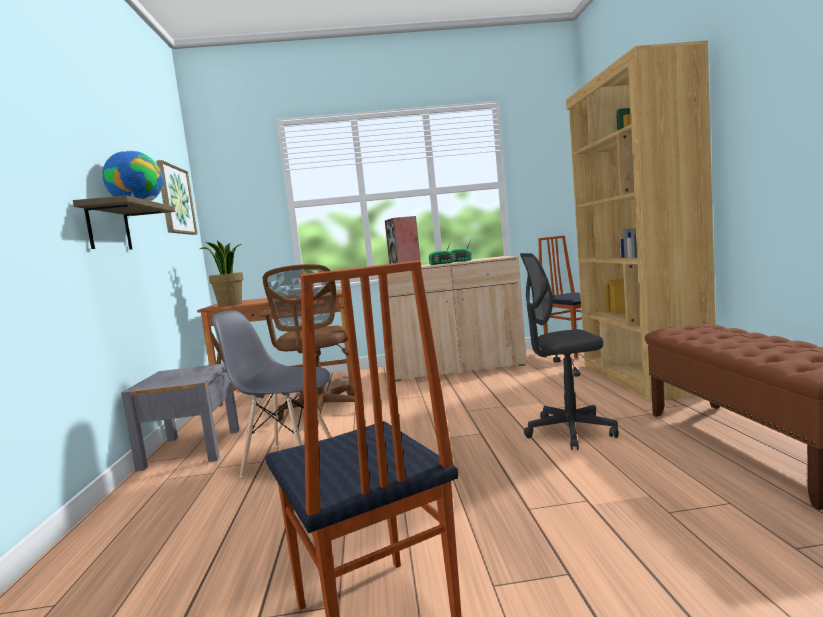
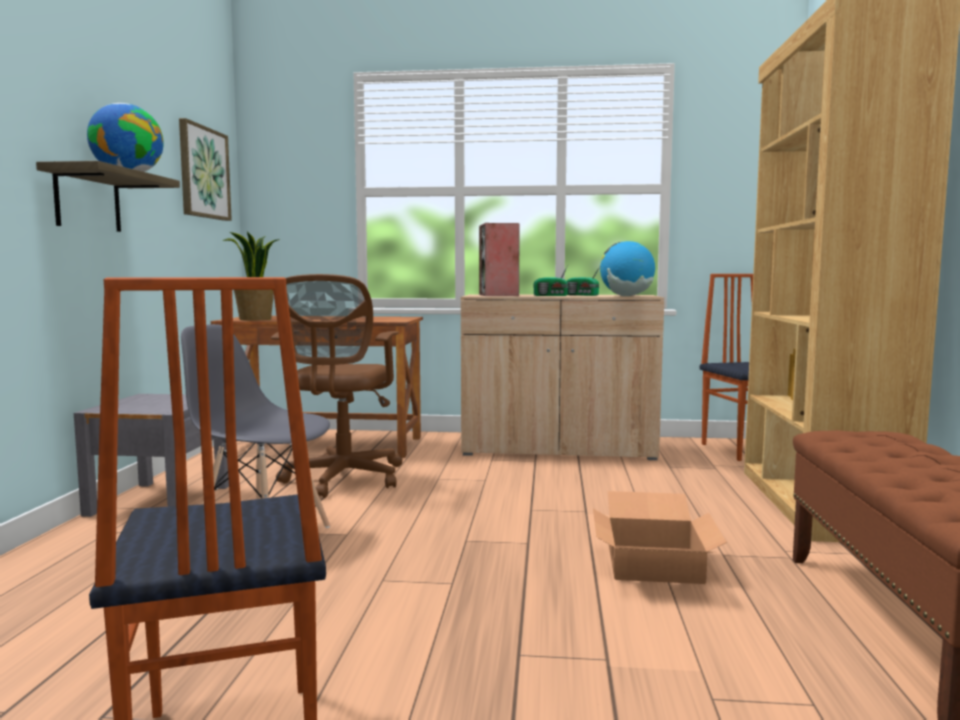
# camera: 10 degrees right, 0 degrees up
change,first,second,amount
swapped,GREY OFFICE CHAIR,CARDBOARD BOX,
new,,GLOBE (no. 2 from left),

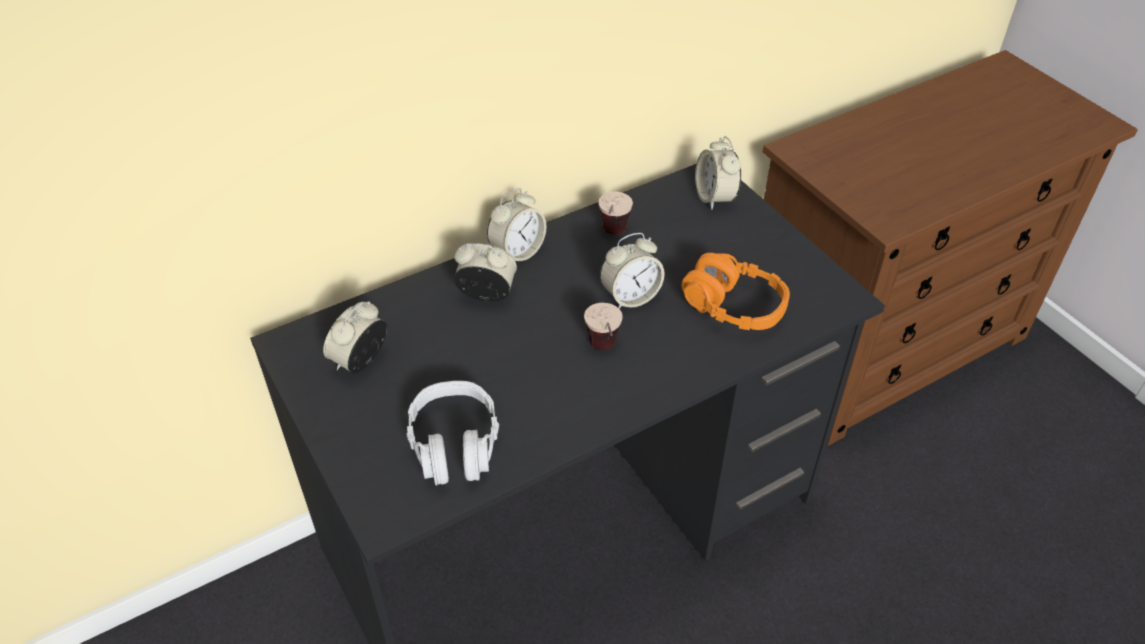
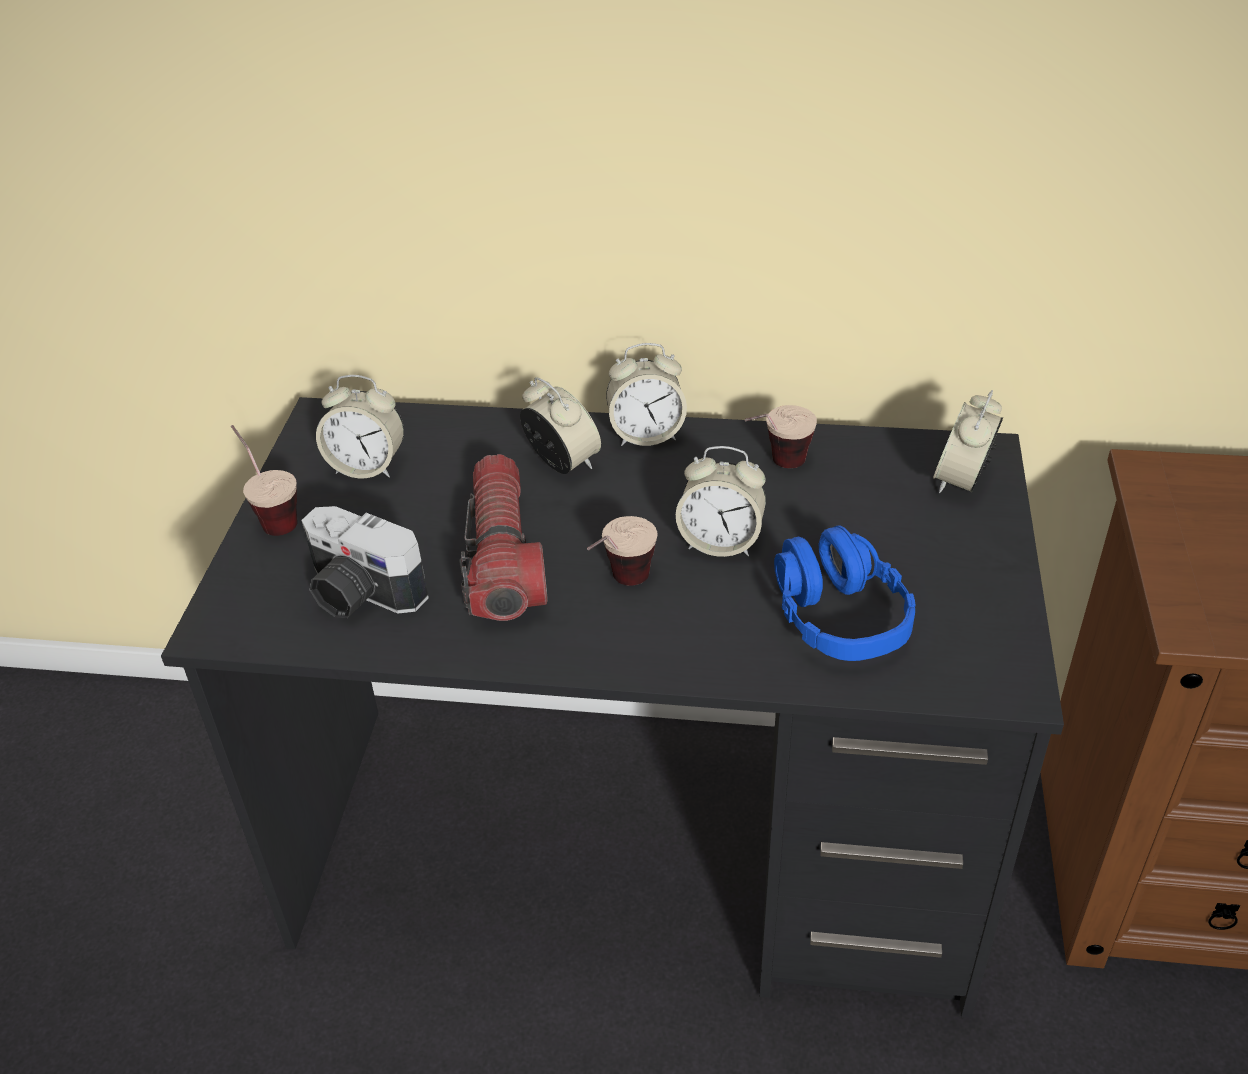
# camera: 40 degrees right, 5 degrees down
change,first,second,amount
new,,CUP (no. 1 from left),
swapped,GREY HEADPHONES,PHOTO CAMERA,
rotated,ALARM CLOCK (no. 1 from left),,150 degrees counterclockwise
new,,FLASHLIGHT,
repainted,ORANGE HEADPHONES,BLUE HEADPHONES,

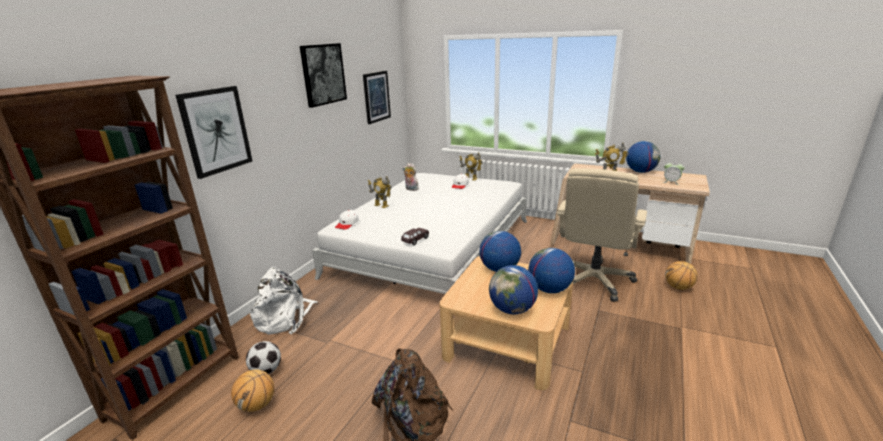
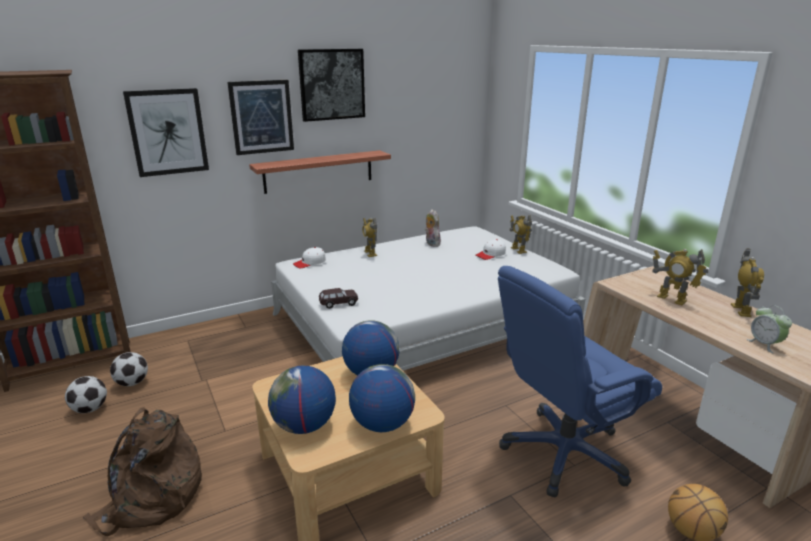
# camera: 35 degrees right, 0 degrees up
change,first,second,amount
swapped,BASKETBALL (no. 1 from left),FOOTBALL (no. 1 from left),
shifted,PICTURE (no. 3 from left in the first image),PICTURE (no. 2 from left),
new,,SHELF,
repainted,BEIGE OFFICE CHAIR,BLUE OFFICE CHAIR,
swapped,GLOBE (no. 4 from left),TOY ROBOT (no. 4 from left),
gone,WHITE BACKPACK,,

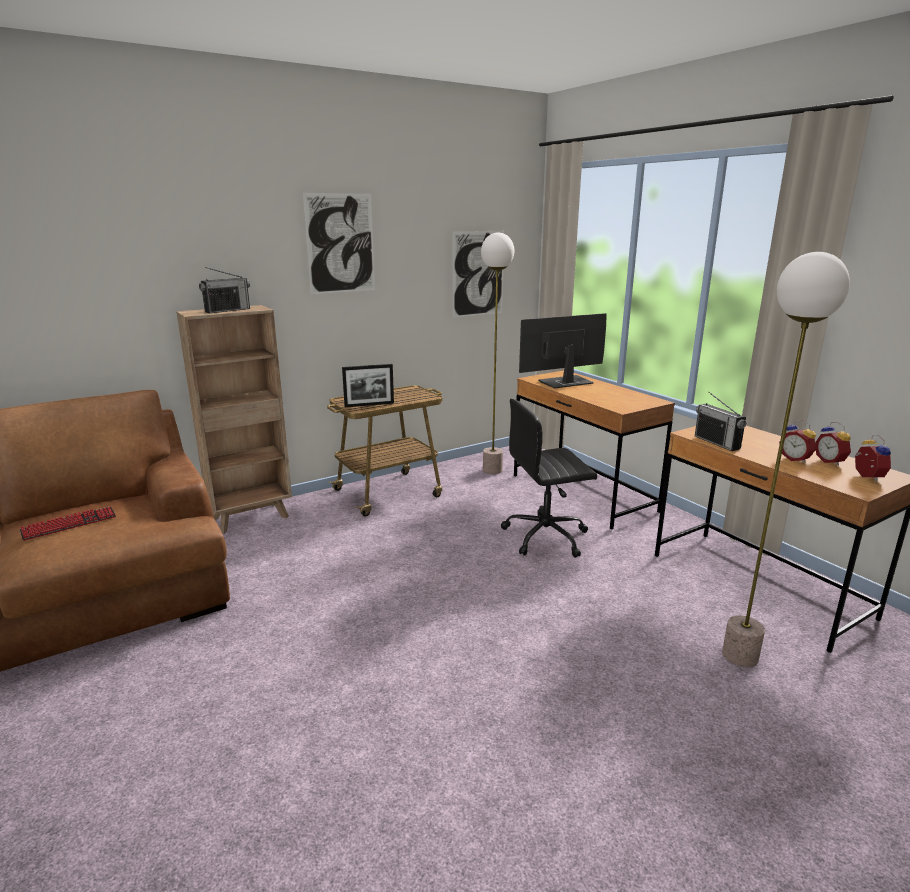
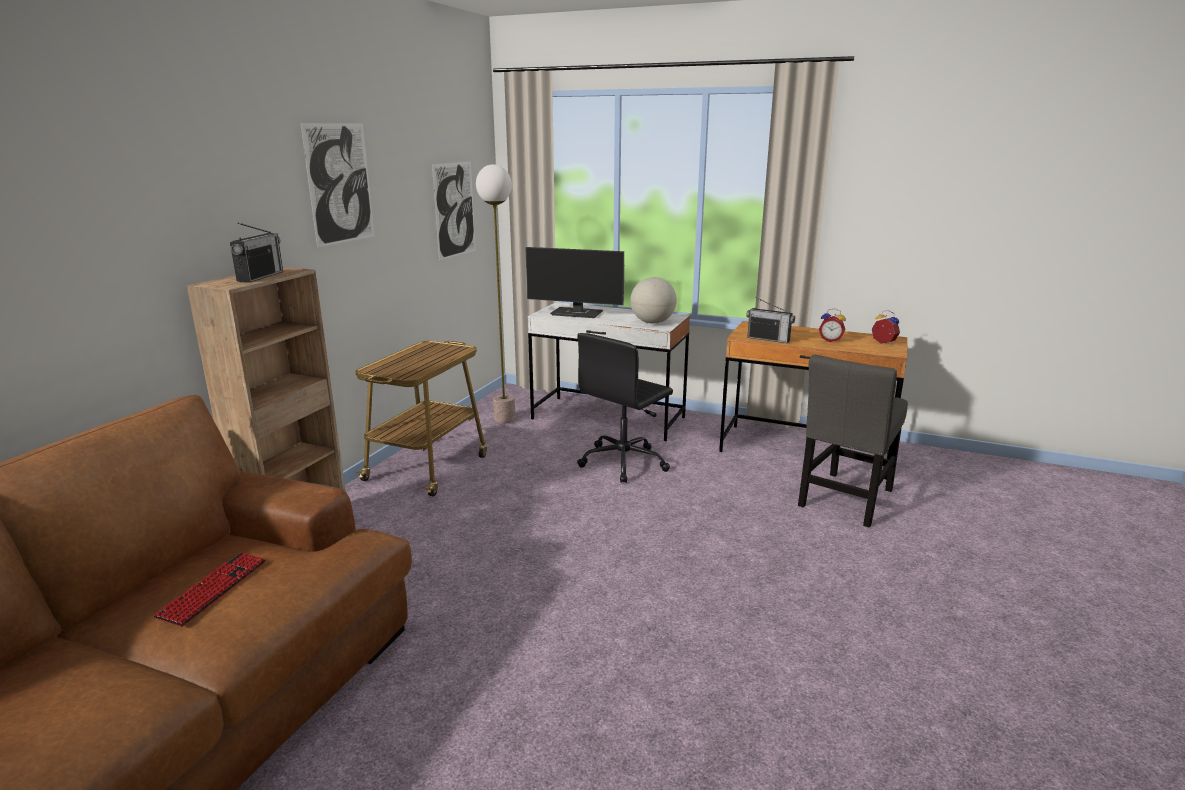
# camera: 35 degrees left, 0 degrees up
change,first,second,amount
rotated,MONITOR,,105 degrees counterclockwise
repainted,BROWN DESK (no. 1 from left),WHITE DESK,
new,,GLOBE,
swapped,FLOOR LAMP (no. 2 from left),GREY CHAIR,
gone,PICTURE FRAME,,
gone,ALARM CLOCK (no. 2 from left),,

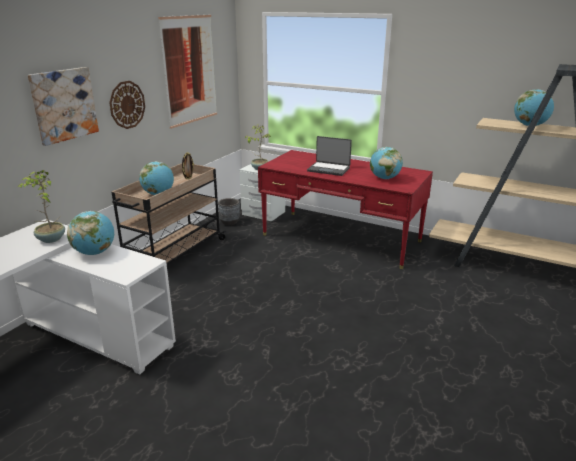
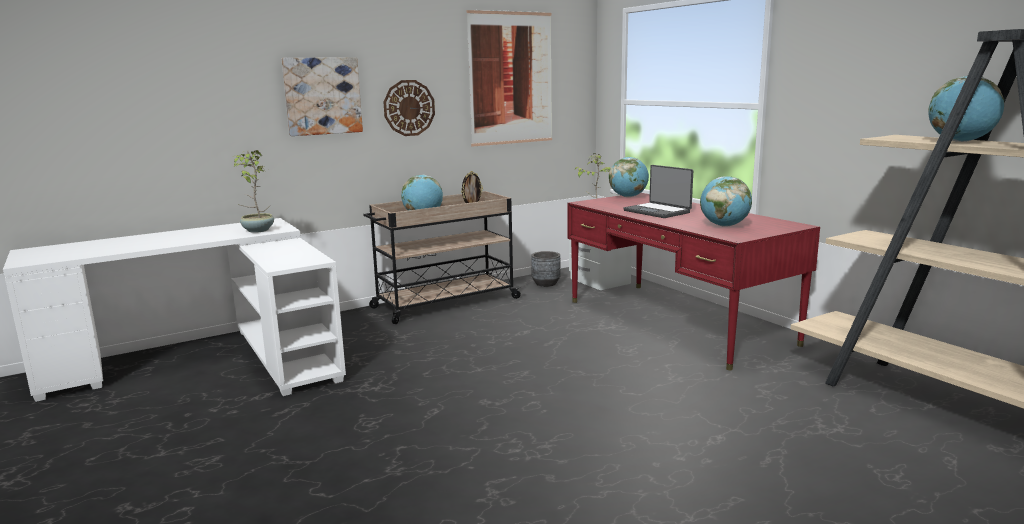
# camera: 30 degrees right, 10 degrees down
change,first,second,amount
shifted,GLOBE (no. 1 from left in the first image),GLOBE (no. 2 from left),

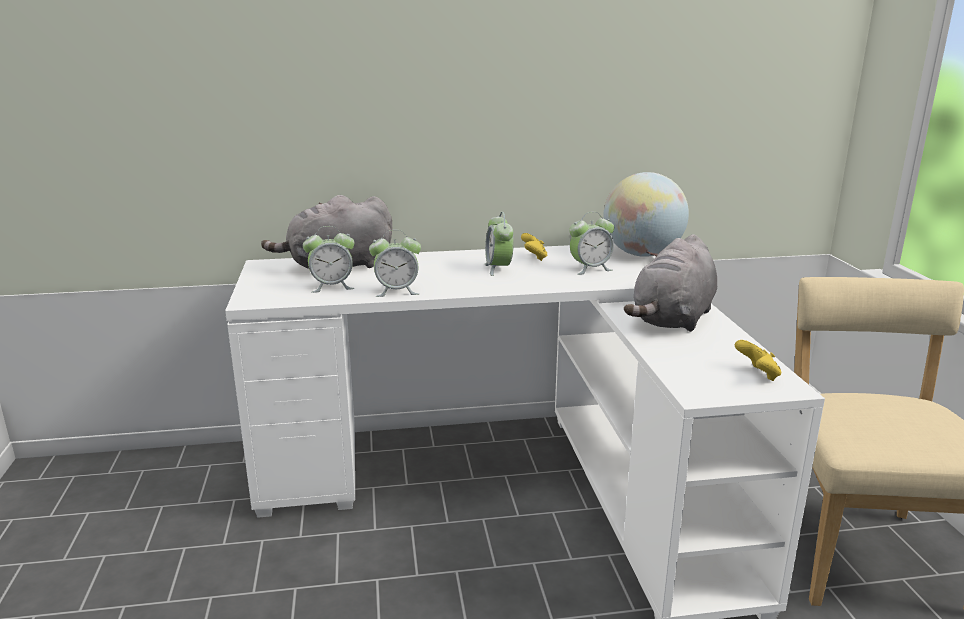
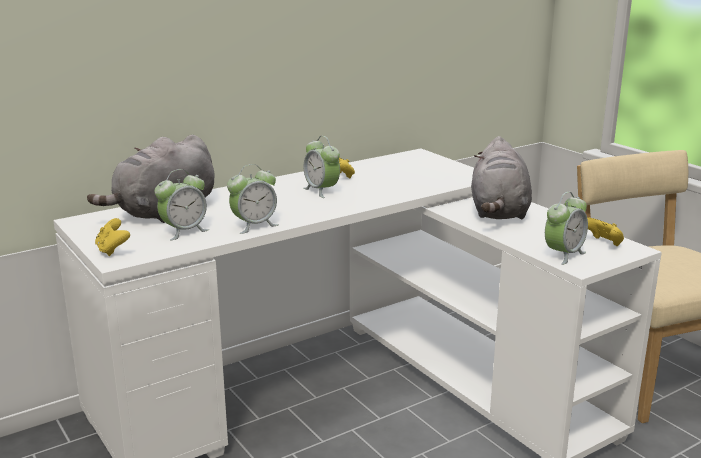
# camera: 25 degrees left, 0 degrees up
change,first,second,amount
new,,YELLOW GAME CONTROLLER (no. 1 from left),
shifted,ALARM CLOCK (no. 4 from left),,
gone,GLOBE,,

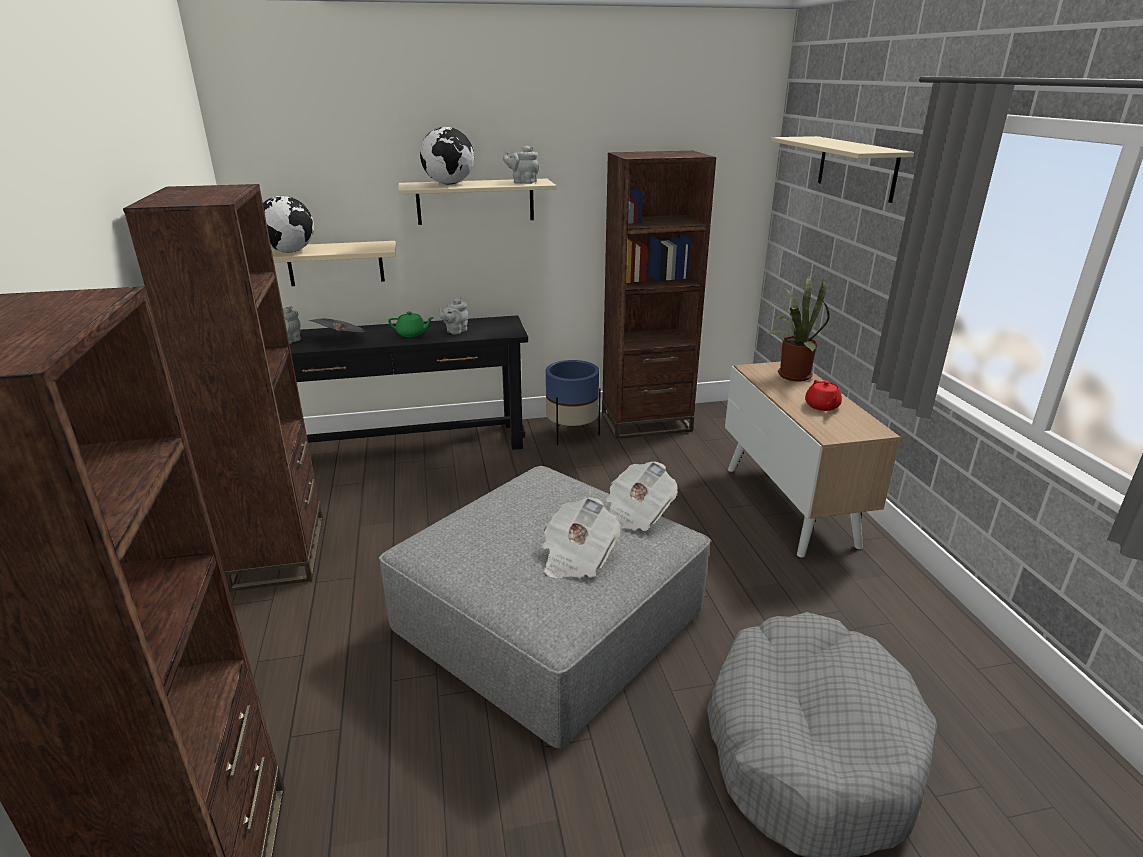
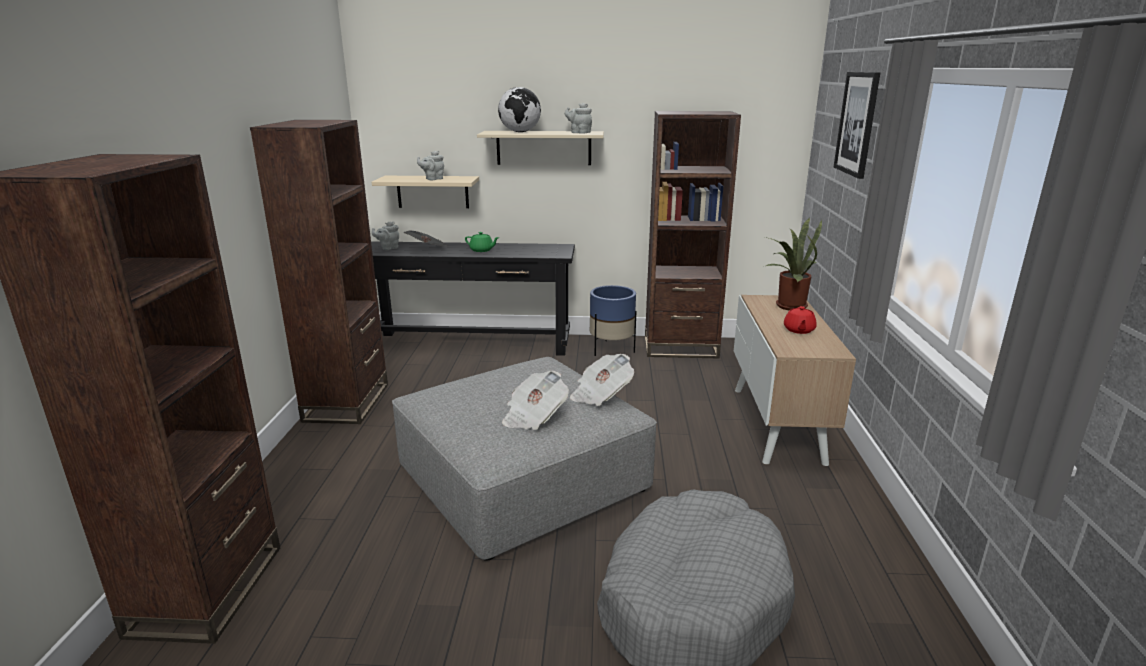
# camera: 15 degrees right, 5 degrees down
change,first,second,amount
shifted,GREY TEAPOT (no. 2 from left),,
swapped,BEIGE SHELF (no. 3 from left),PICTURE,
gone,GLOBE (no. 1 from left),,

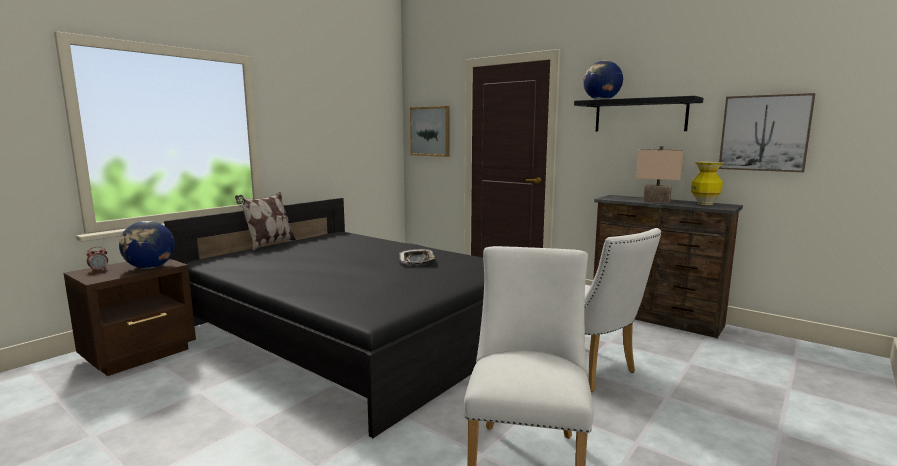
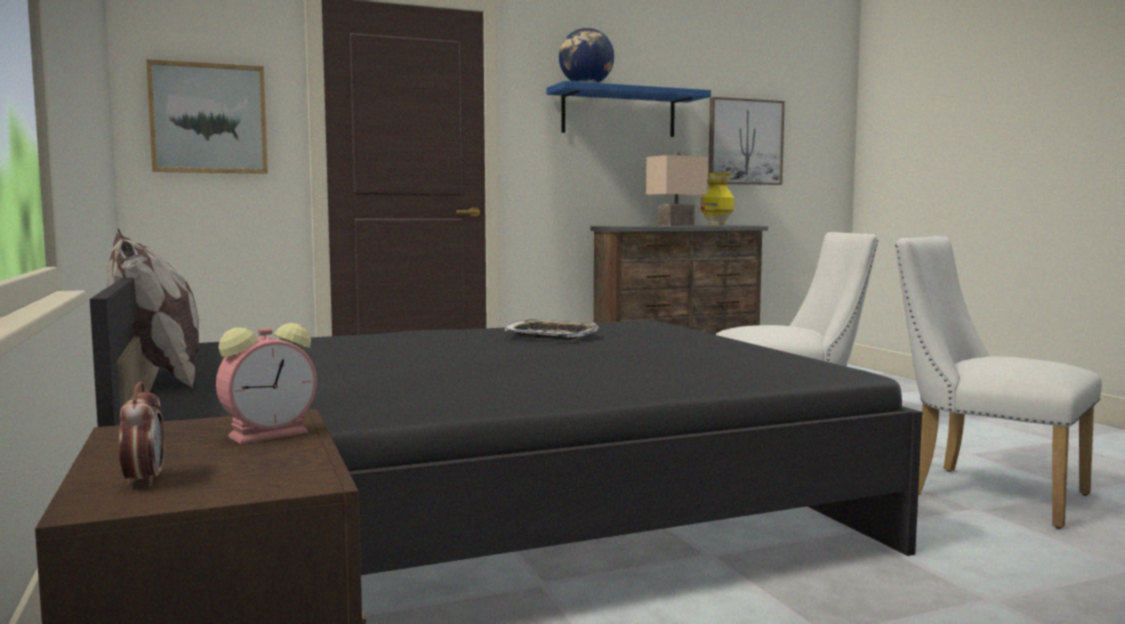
# camera: 60 degrees left, 5 degrees down
change,first,second,amount
swapped,GLOBE (no. 1 from left),ALARM CLOCK (no. 2 from left),
repainted,BLACK SHELF,BLUE SHELF,

